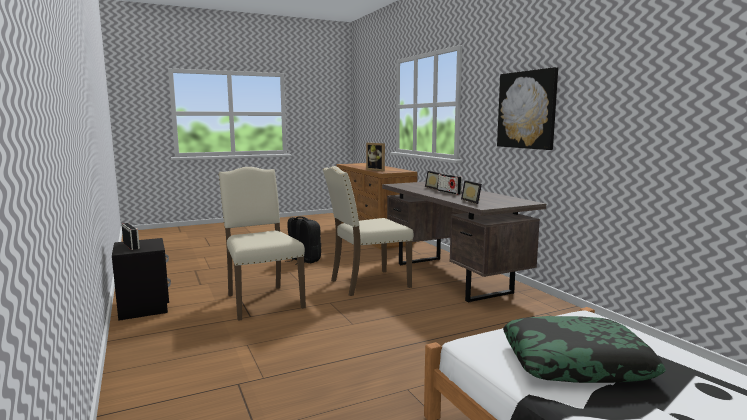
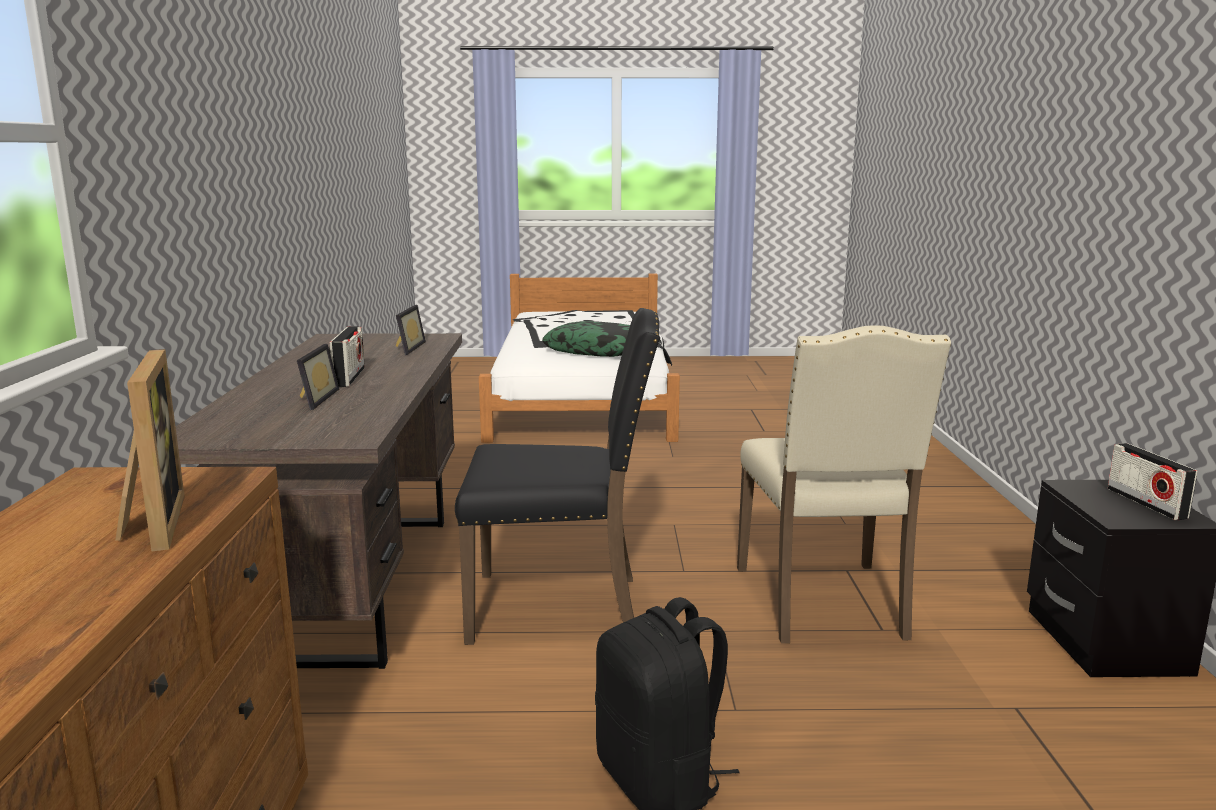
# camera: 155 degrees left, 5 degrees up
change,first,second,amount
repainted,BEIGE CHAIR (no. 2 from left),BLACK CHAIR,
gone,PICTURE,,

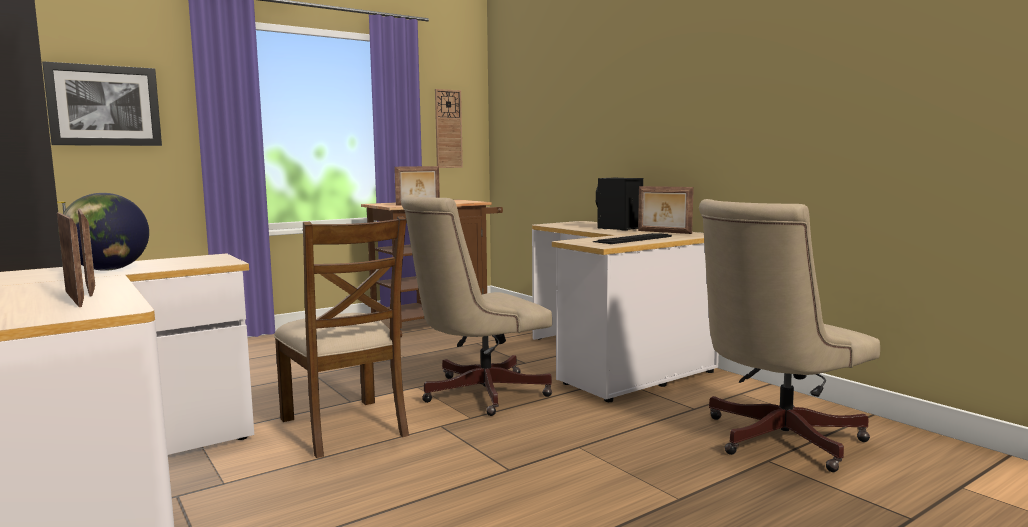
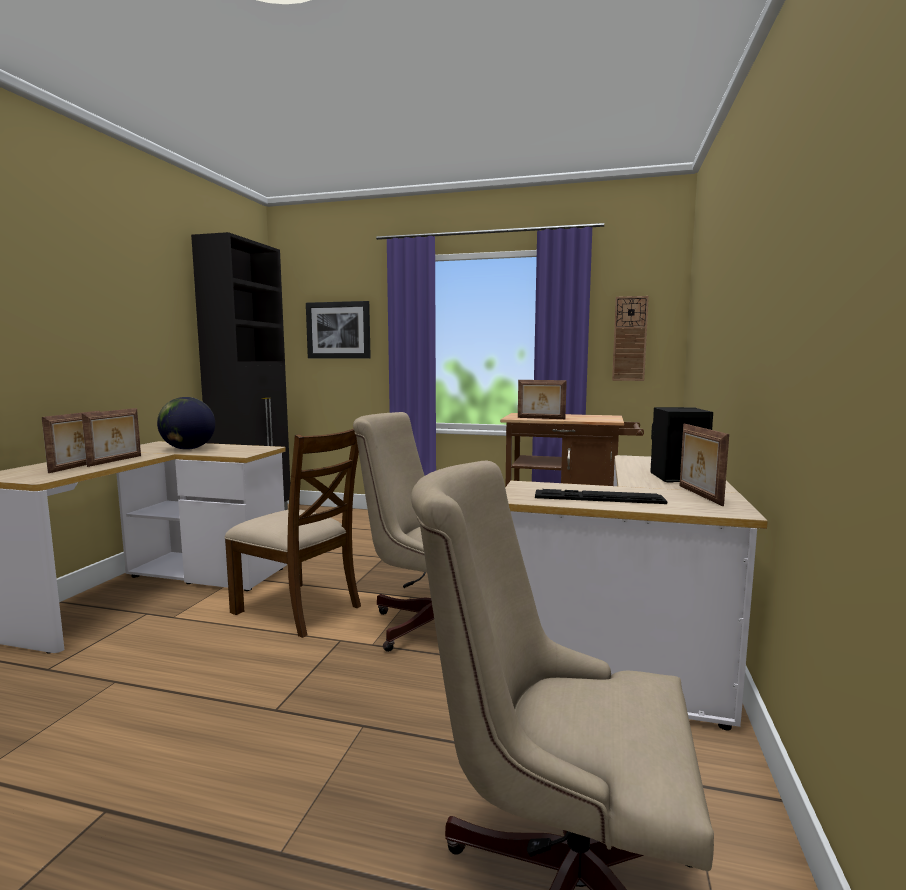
# camera: 50 degrees right, 0 degrees up
change,first,second,amount
rotated,BROWN CHAIR,,75 degrees counterclockwise

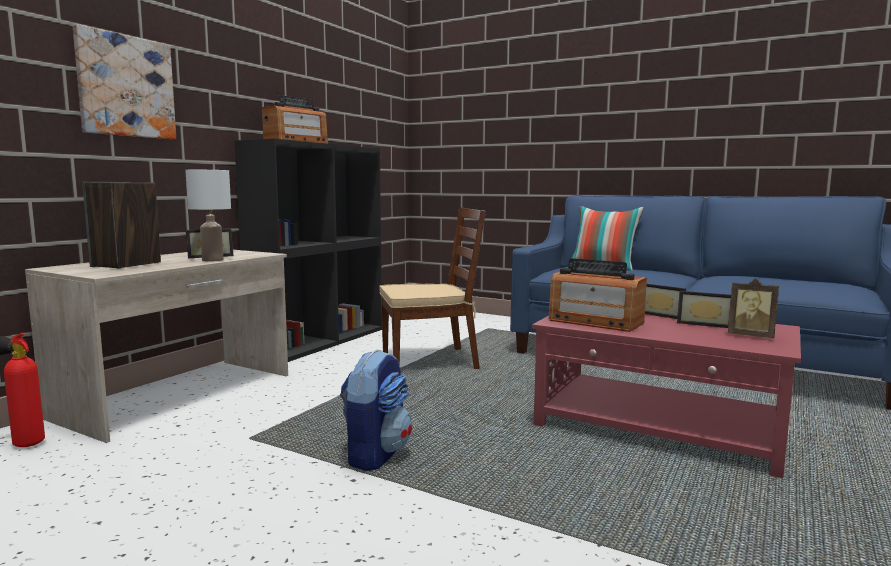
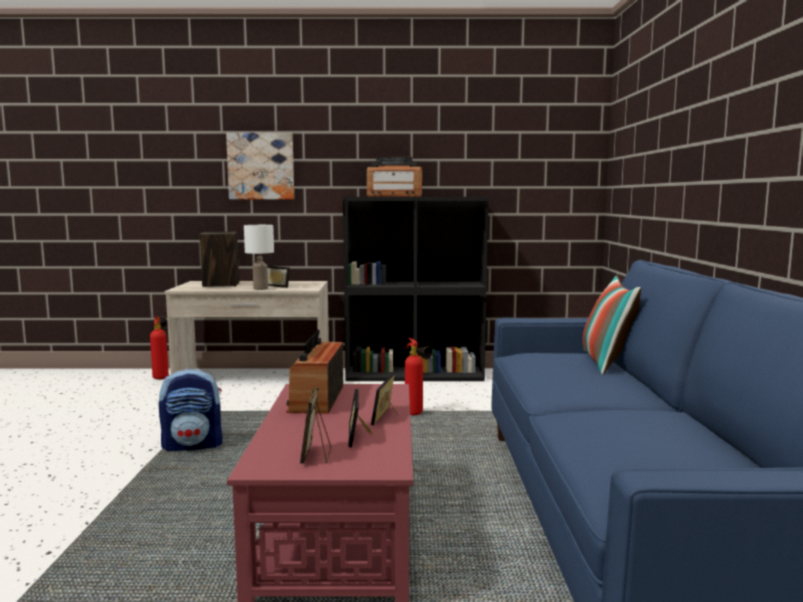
# camera: 60 degrees right, 0 degrees up
change,first,second,amount
swapped,BROWN CHAIR,FIRE EXTINGUISHER (no. 2 from left),

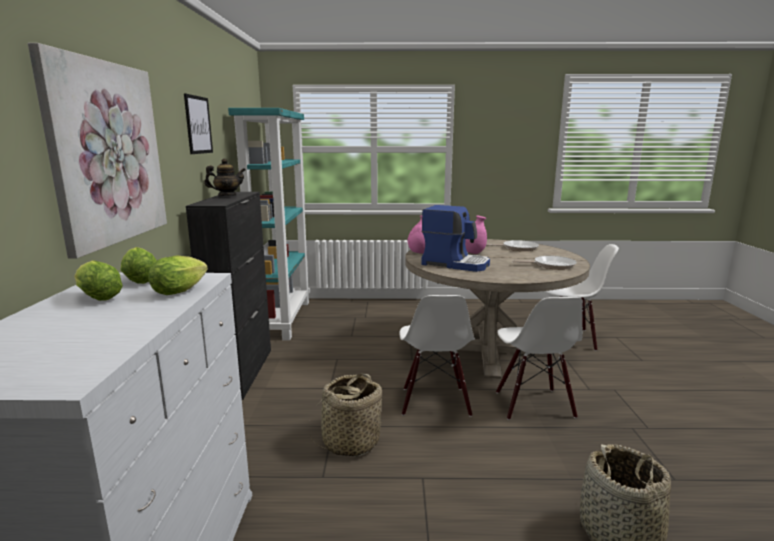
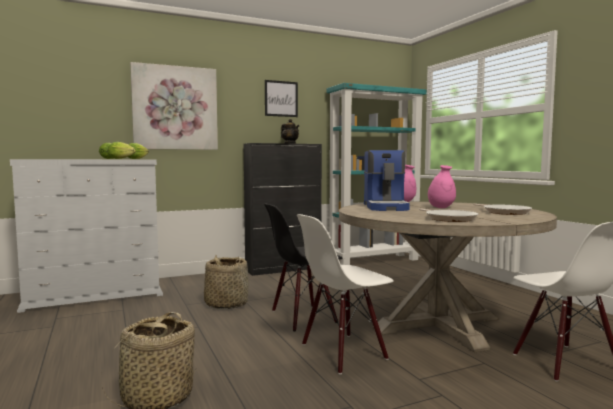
# camera: 65 degrees right, 10 degrees down
change,first,second,amount
repainted,WHITE CHAIR (no. 1 from left),BLACK CHAIR,

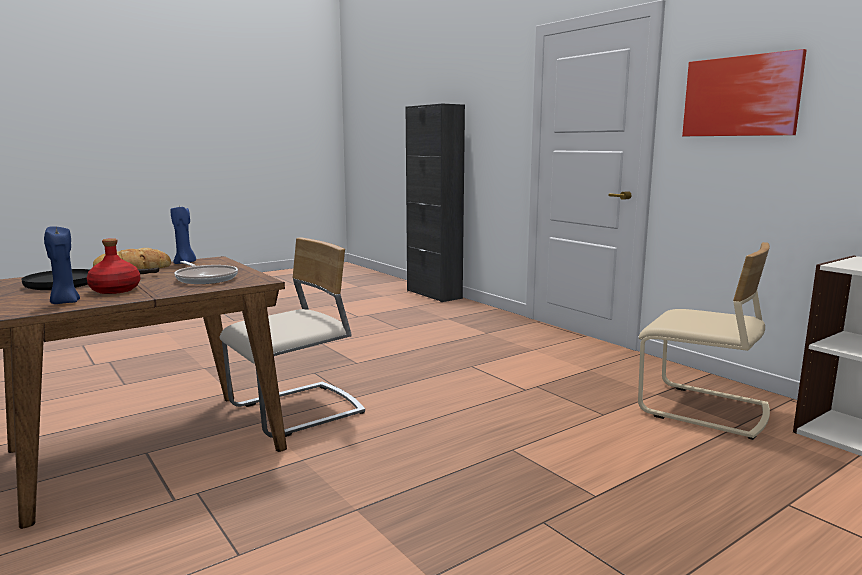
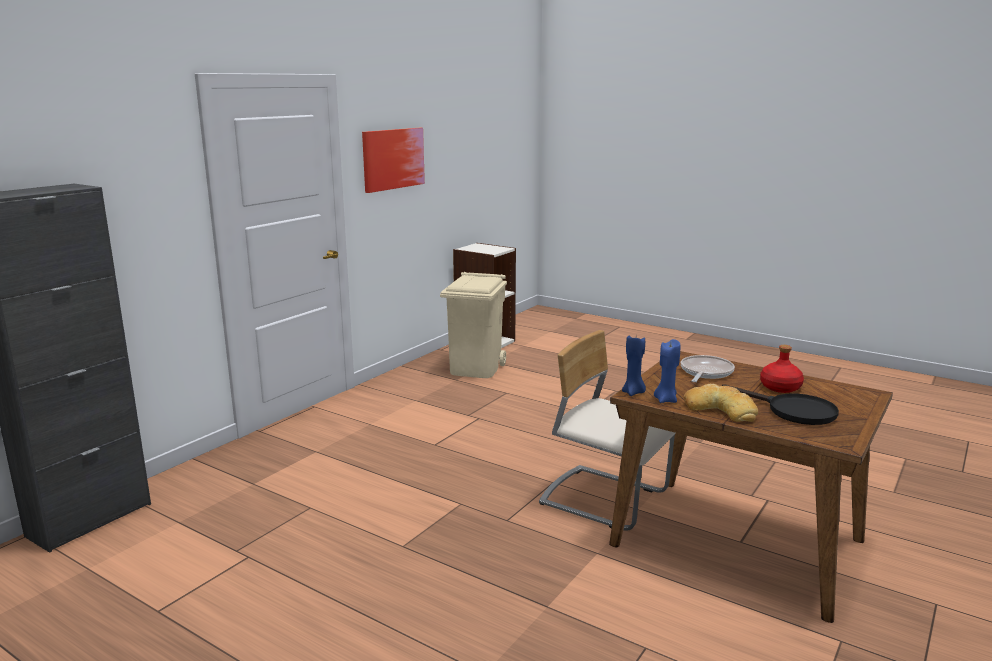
# camera: 110 degrees left, 5 degrees up
change,first,second,amount
swapped,BEIGE CHAIR (no. 2 from left),BEIGE TRASH CAN,
shifted,BLUE CANDLE (no. 1 from left),,

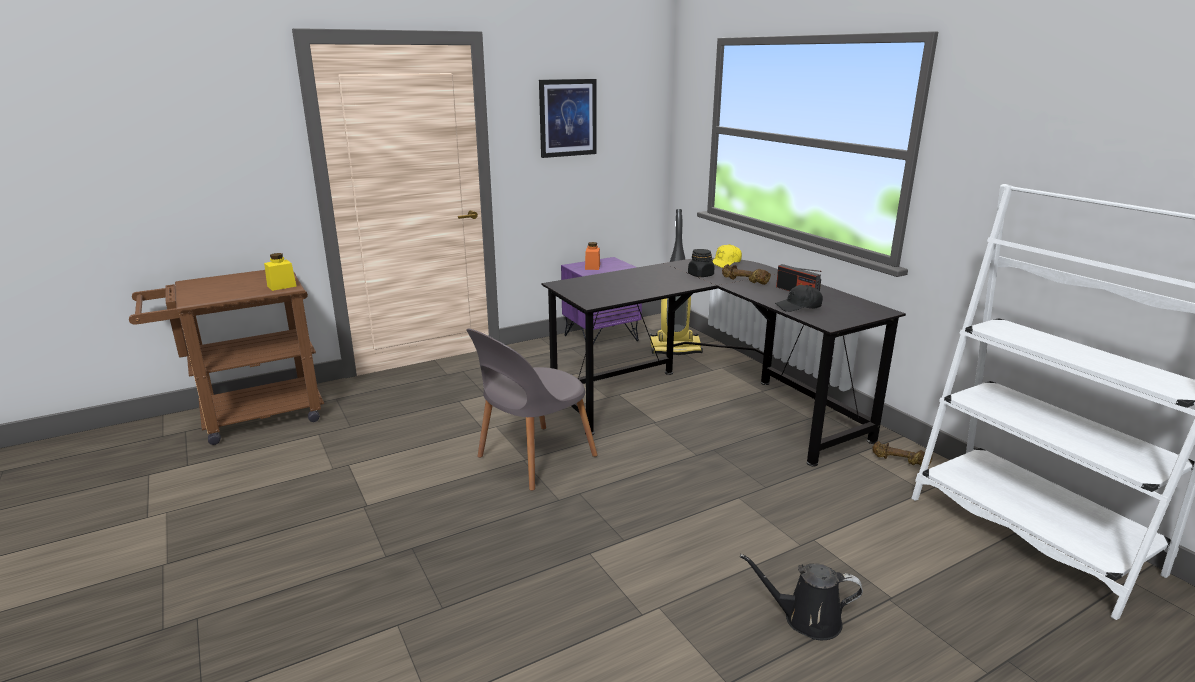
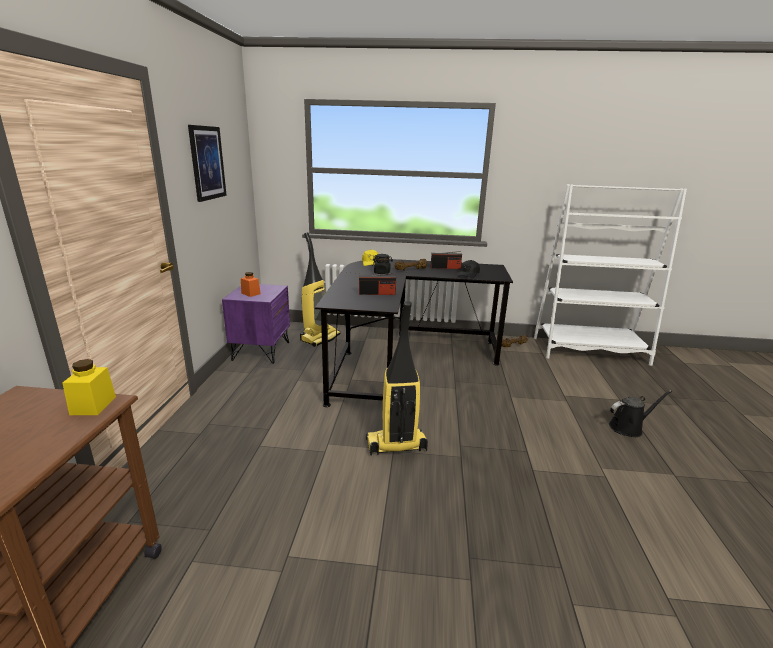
# camera: 55 degrees left, 0 degrees up
change,first,second,amount
new,,RADIO (no. 1 from left),
swapped,GREY CHAIR,VACUUM CLEANER (no. 2 from left),
rotated,BLACK WATERING CAN,,150 degrees counterclockwise

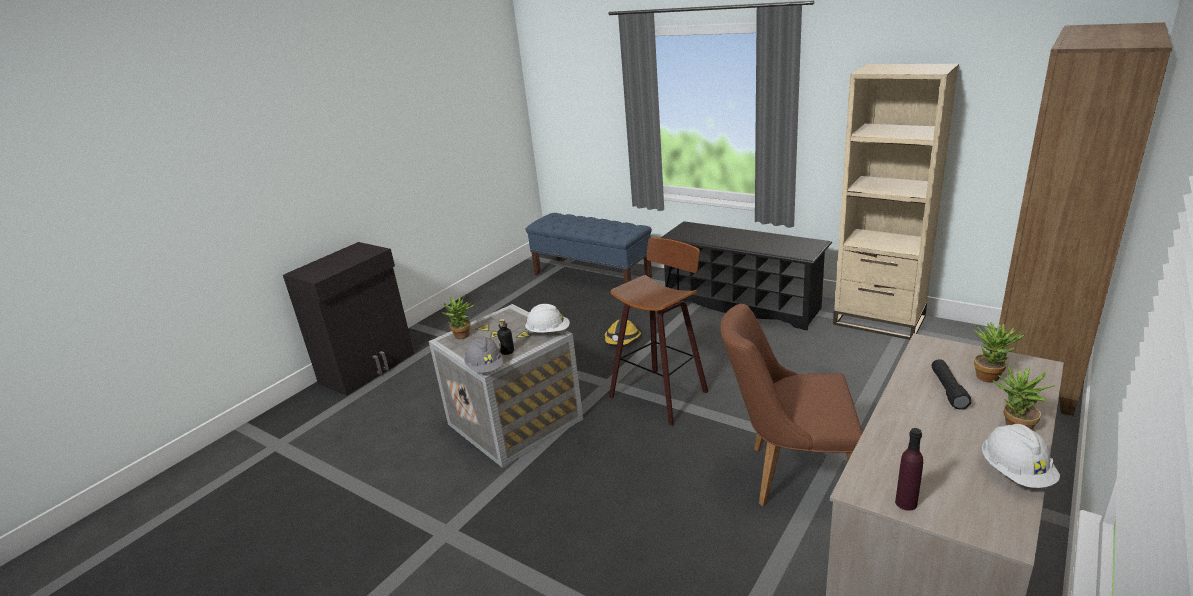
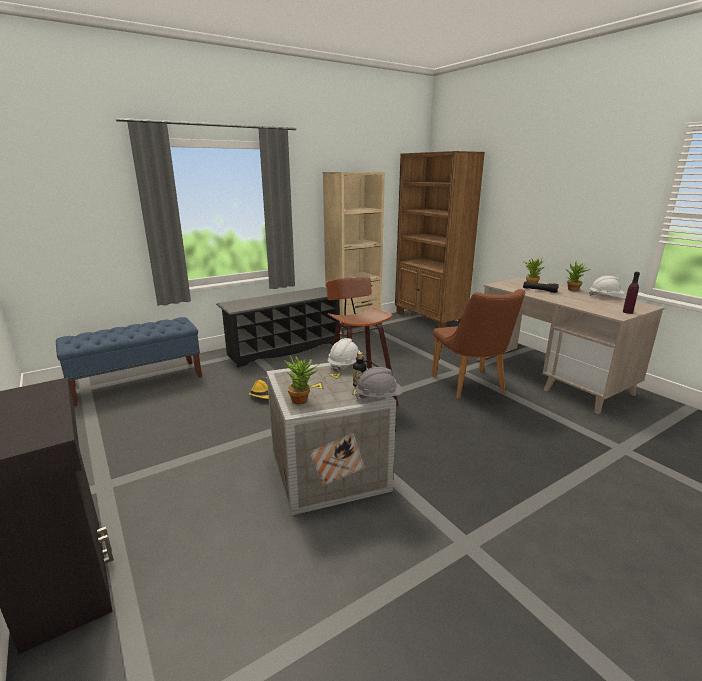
# camera: 70 degrees left, 5 degrees down
change,first,second,amount
rotated,BROWN CHAIR,,45 degrees counterclockwise

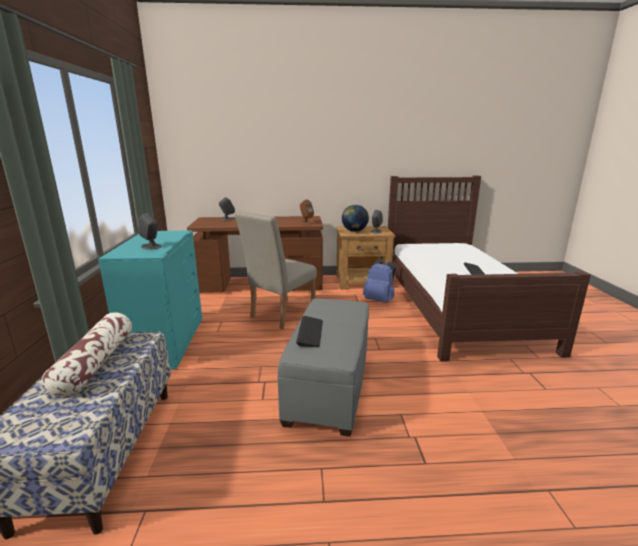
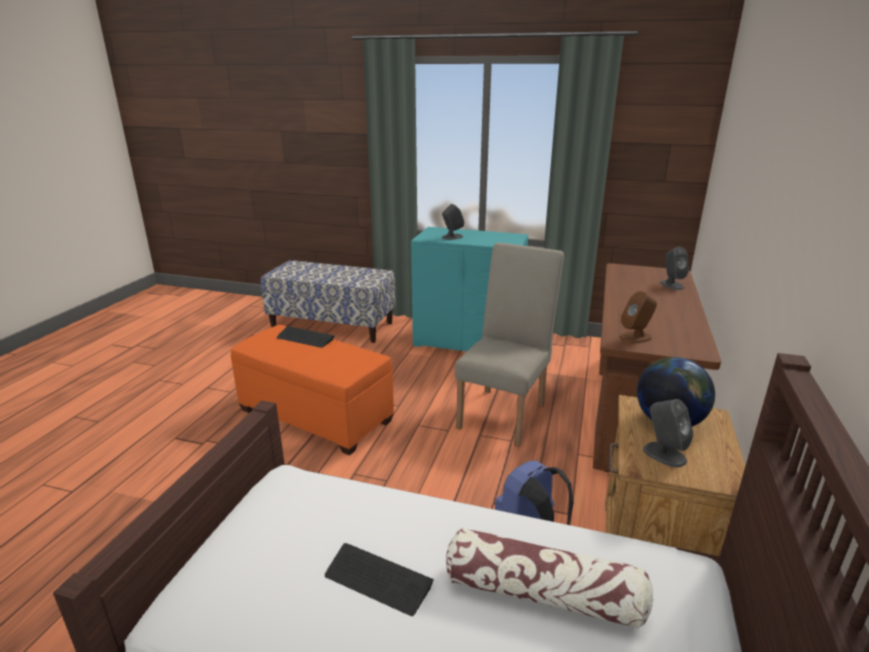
# camera: 110 degrees right, 5 degrees up
change,first,second,amount
repainted,GREY OTTOMAN,ORANGE OTTOMAN,
shifted,PILLOW,,
rotated,BEIGE CHAIR,,60 degrees clockwise

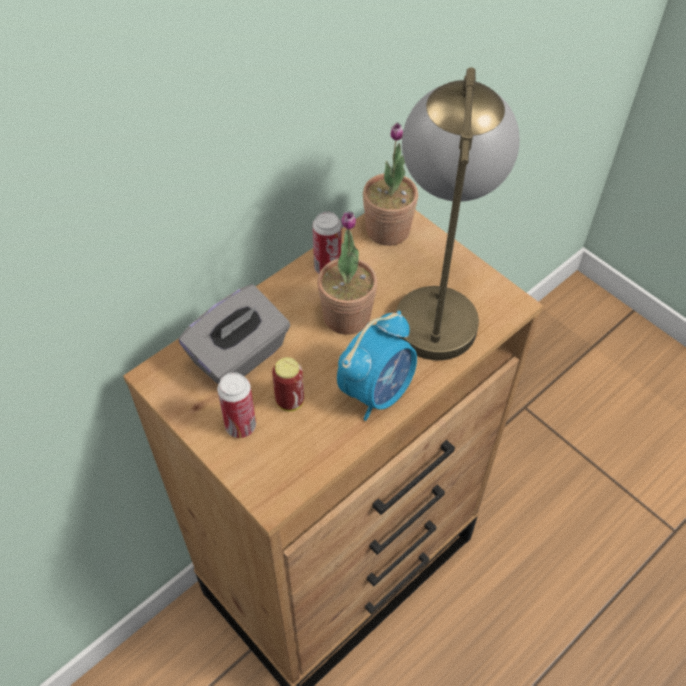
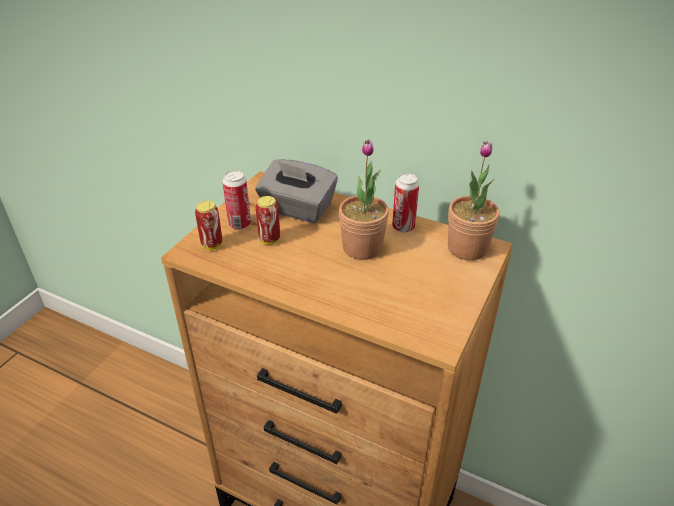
# camera: 70 degrees right, 15 degrees down
change,first,second,amount
new,,CAN (no. 1 from left),
gone,ALARM CLOCK,,
gone,TABLE LAMP,,

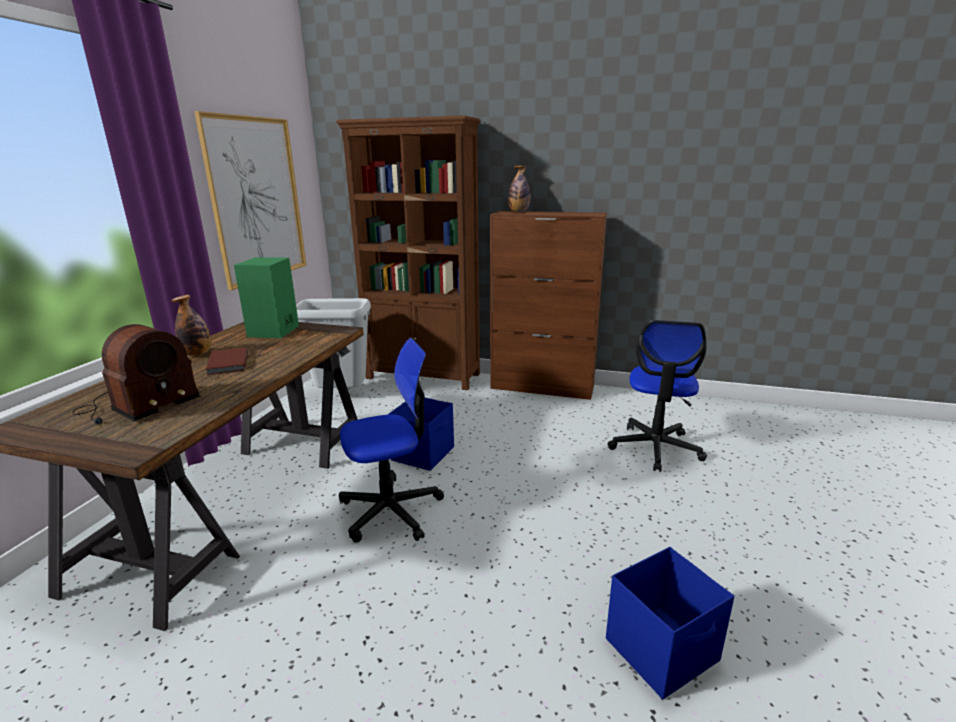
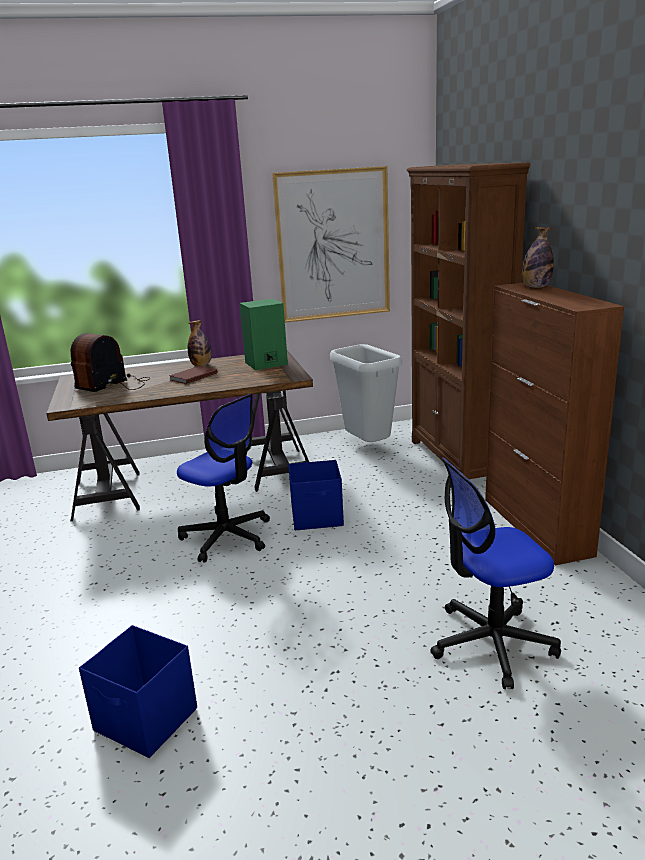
# camera: 60 degrees right, 0 degrees up
change,first,second,amount
rotated,RADIO,,120 degrees clockwise

